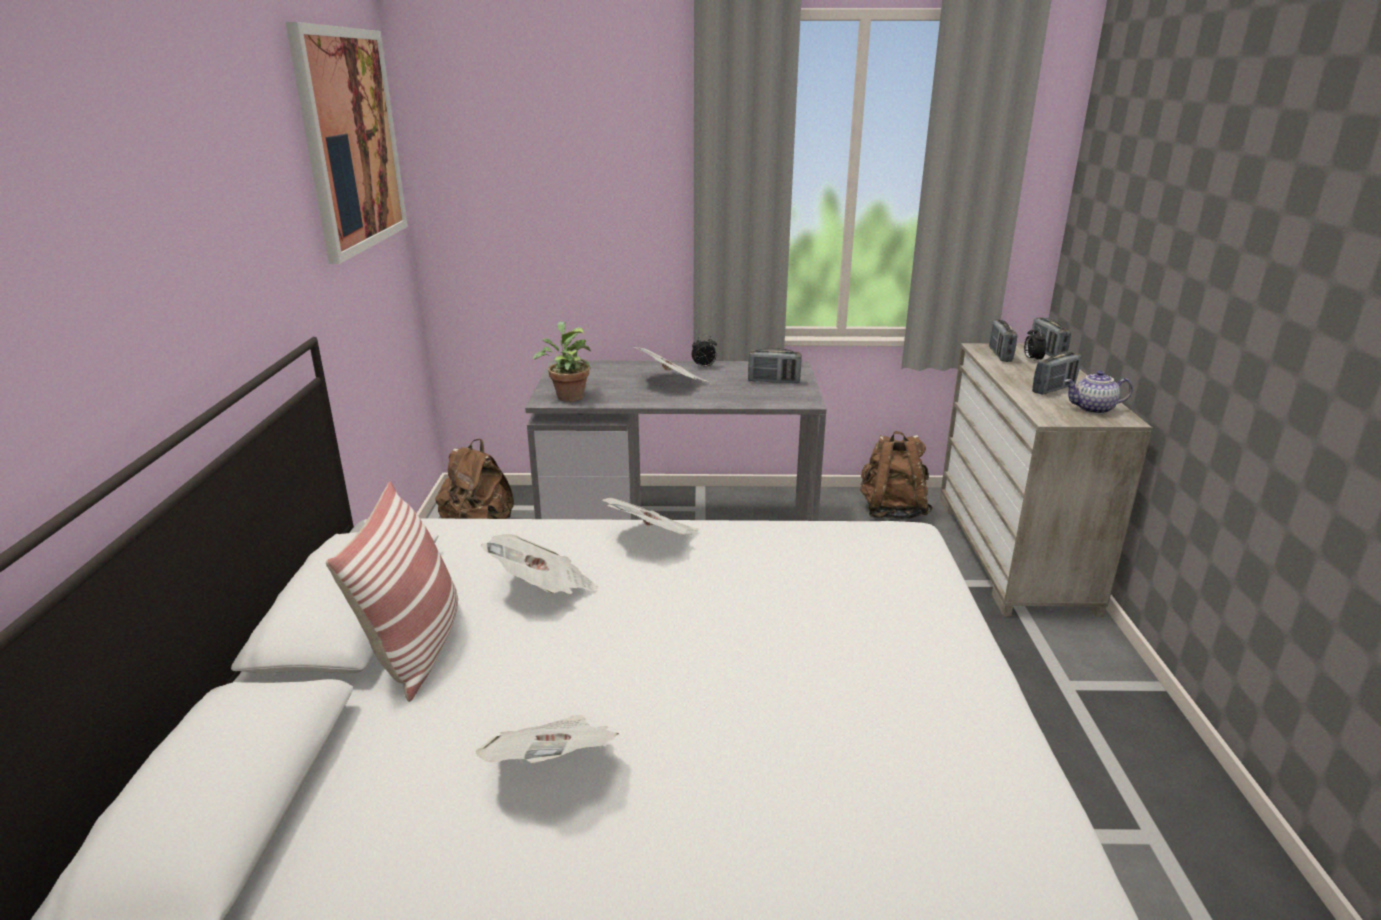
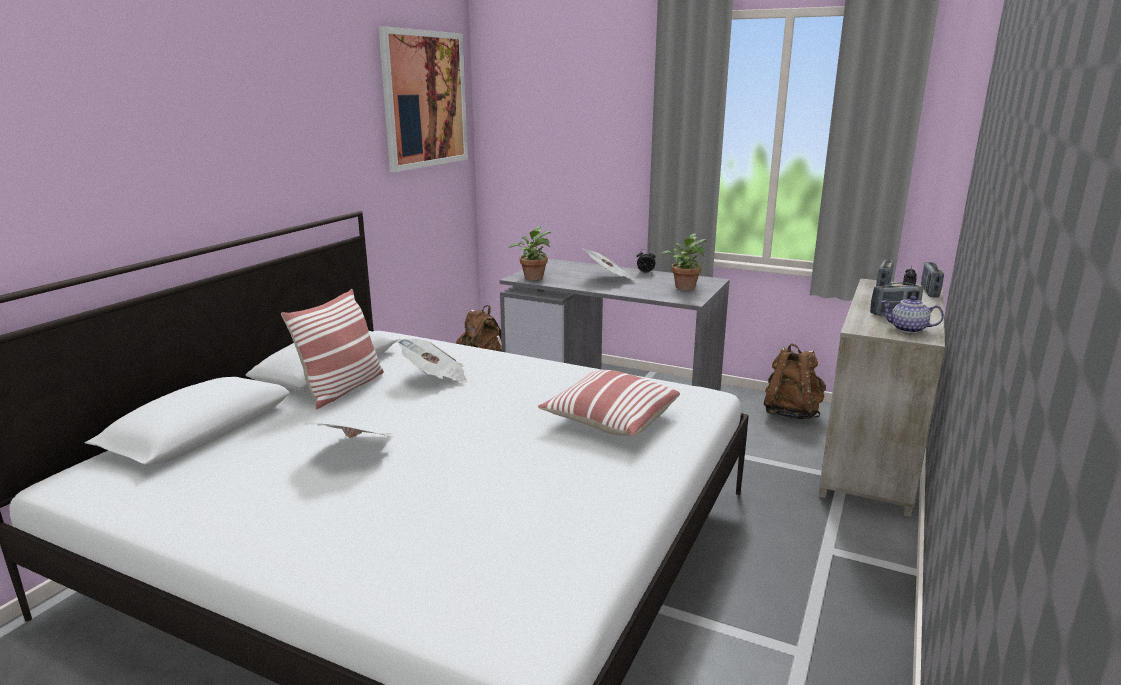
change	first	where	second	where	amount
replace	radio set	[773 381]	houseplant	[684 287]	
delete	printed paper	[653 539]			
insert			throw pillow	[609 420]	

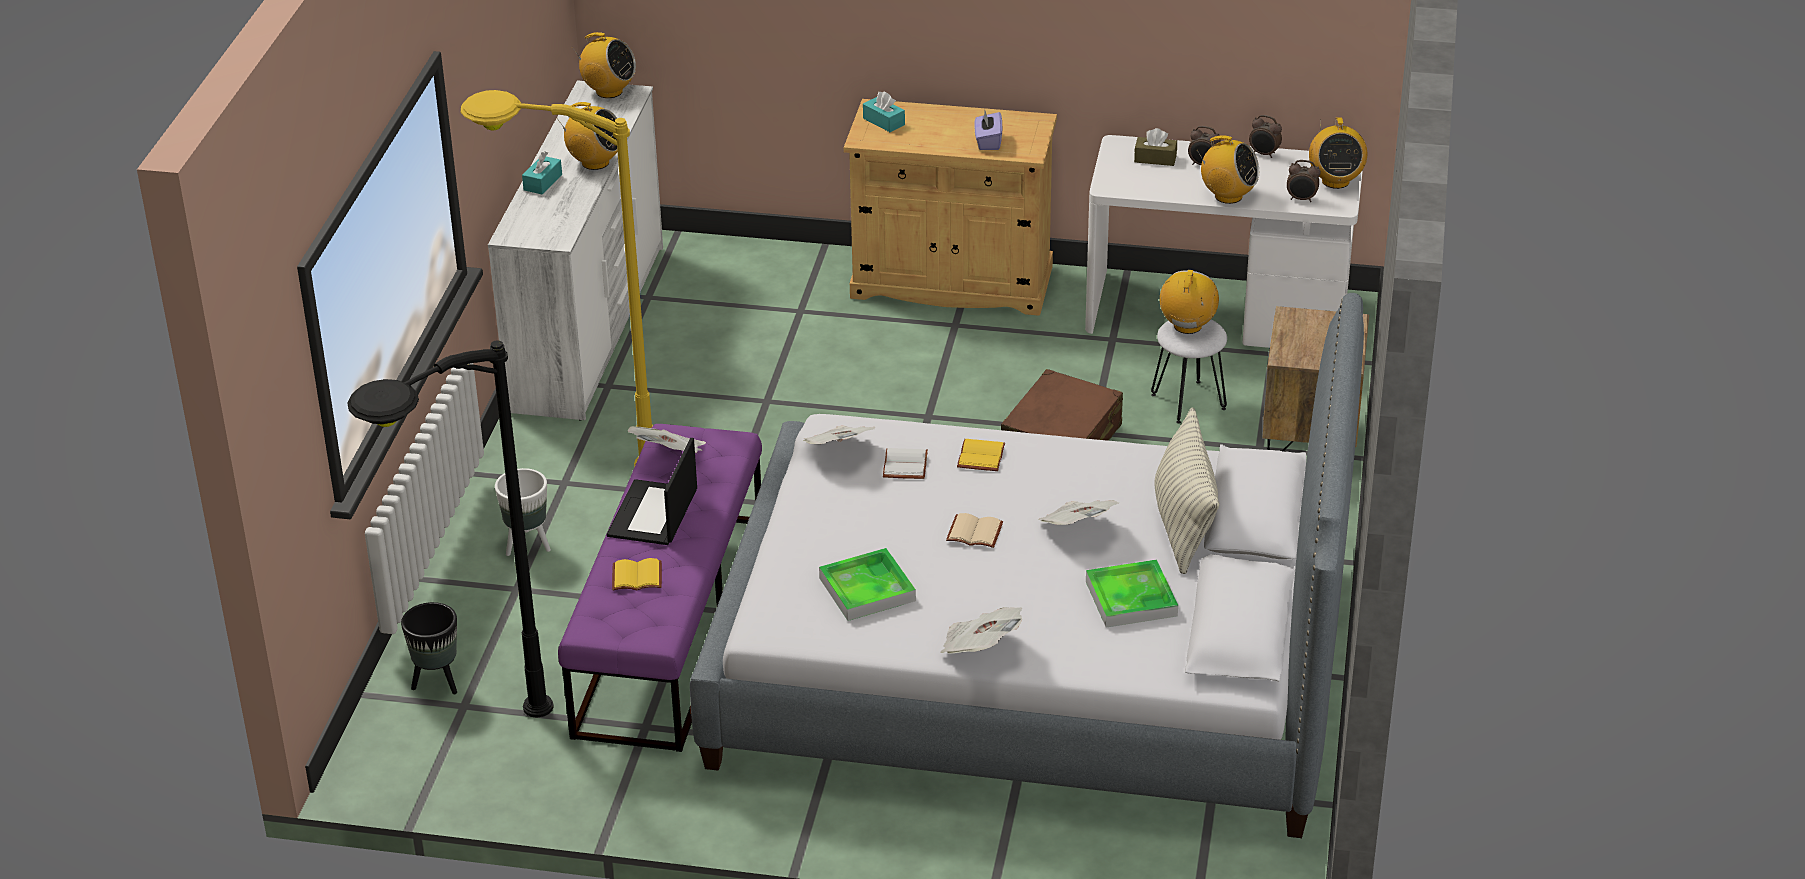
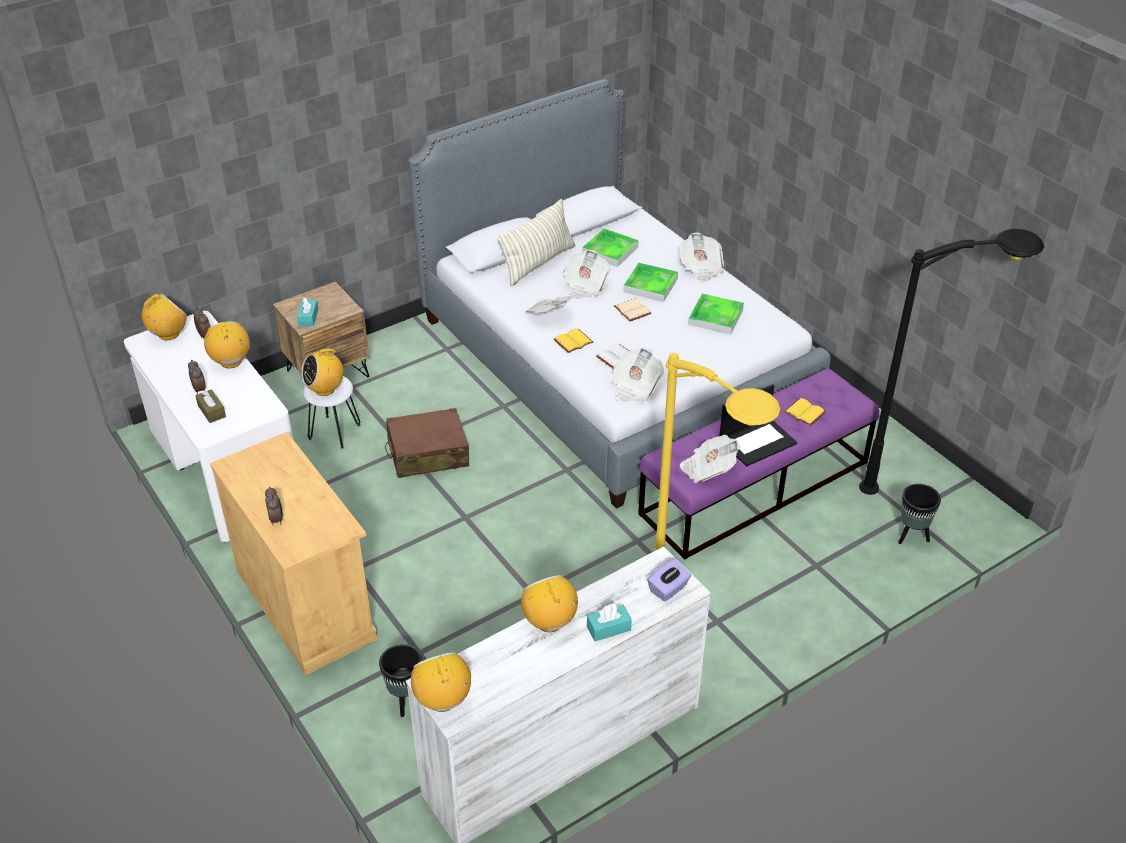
change	first	where	second	where	amount
move	turquoise-coloured box of tissues	[884 122]		[308 317]	
move	purplish box of tissues	[988 142]		[668 589]	
move	bedside clock	[1264 154]		[276 519]	
delete	white flower pot	[527 546]			
insert			carrying tray	[650 285]	
insert			printed paper	[548 314]	
insert			blackish flower pot	[405 700]	

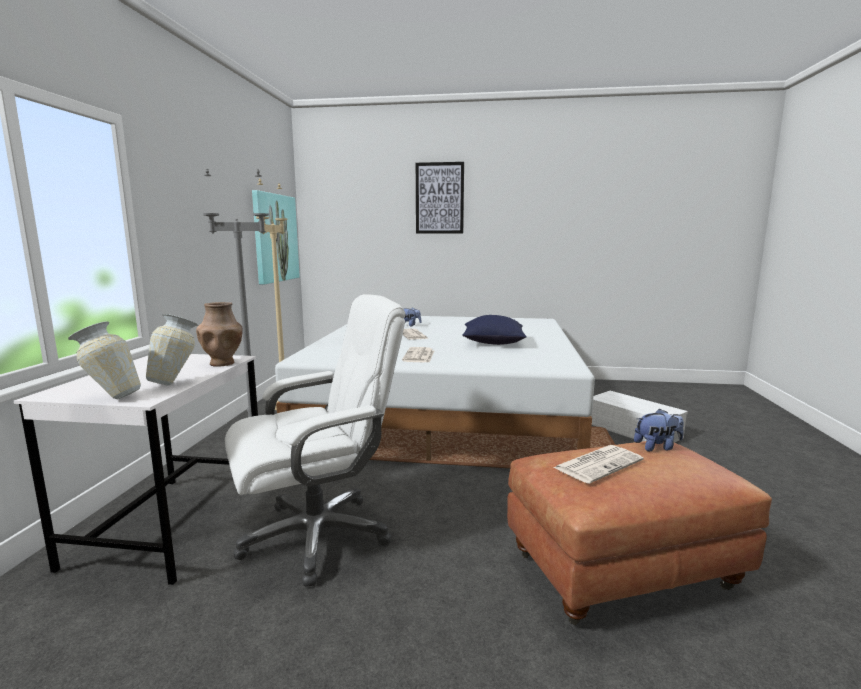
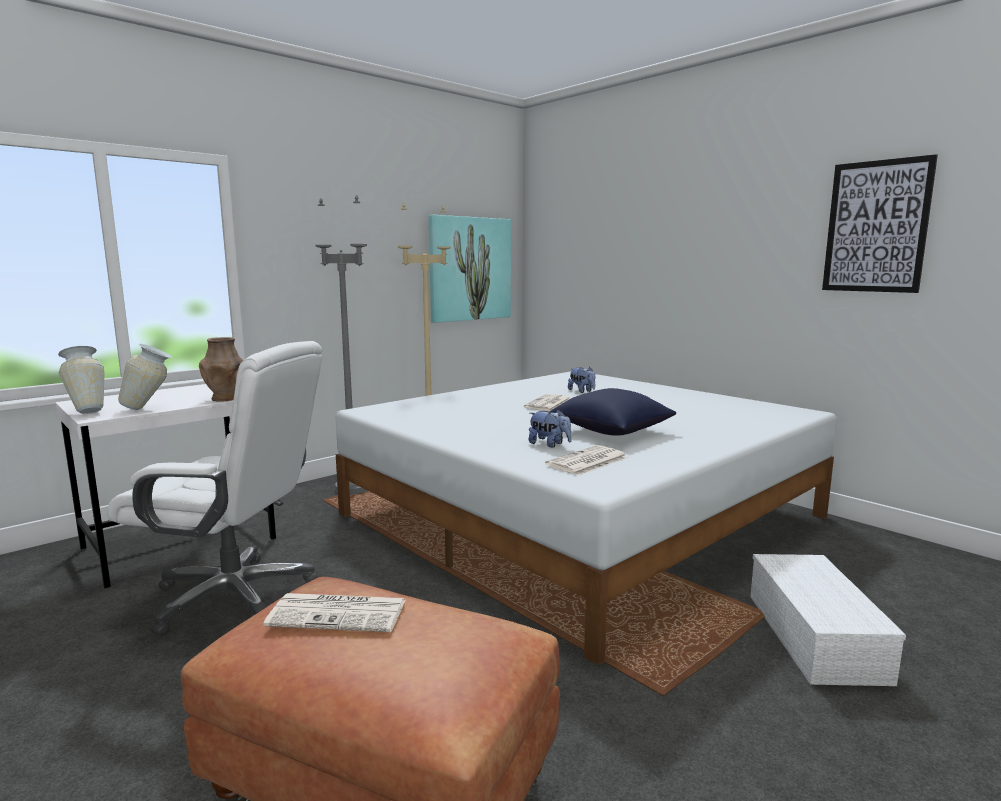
change	first	where	second	where	amount
move	picture	[439 198]		[876 227]	
move	printed paper	[419 356]		[587 462]	
move	cuddly toy	[657 447]		[549 444]	

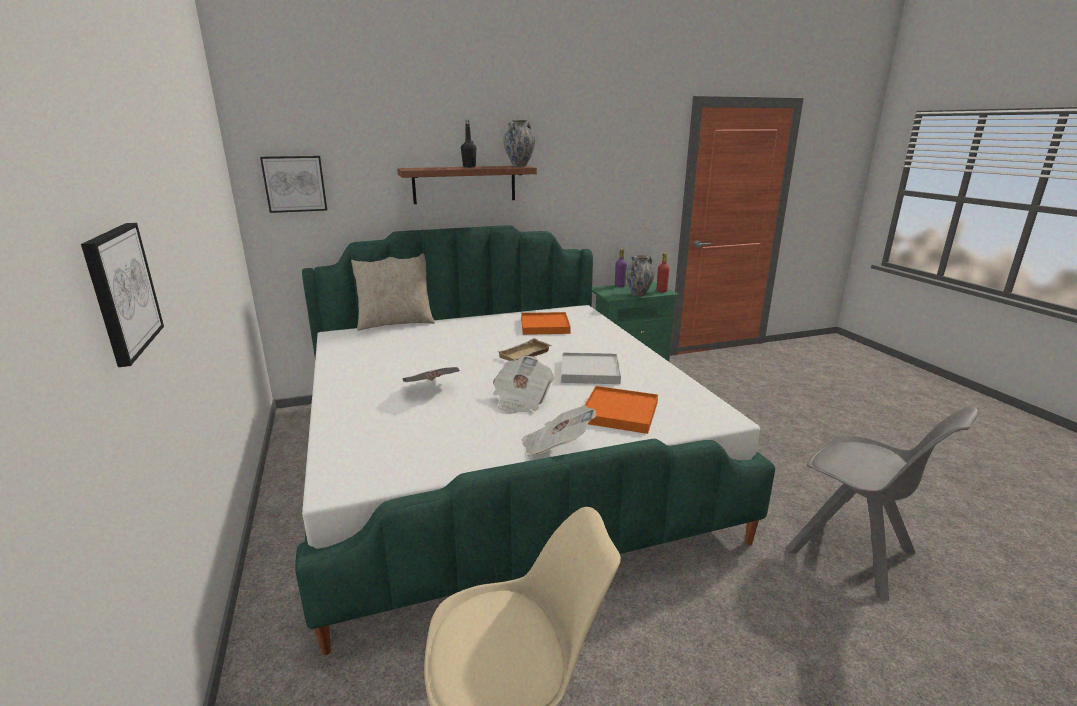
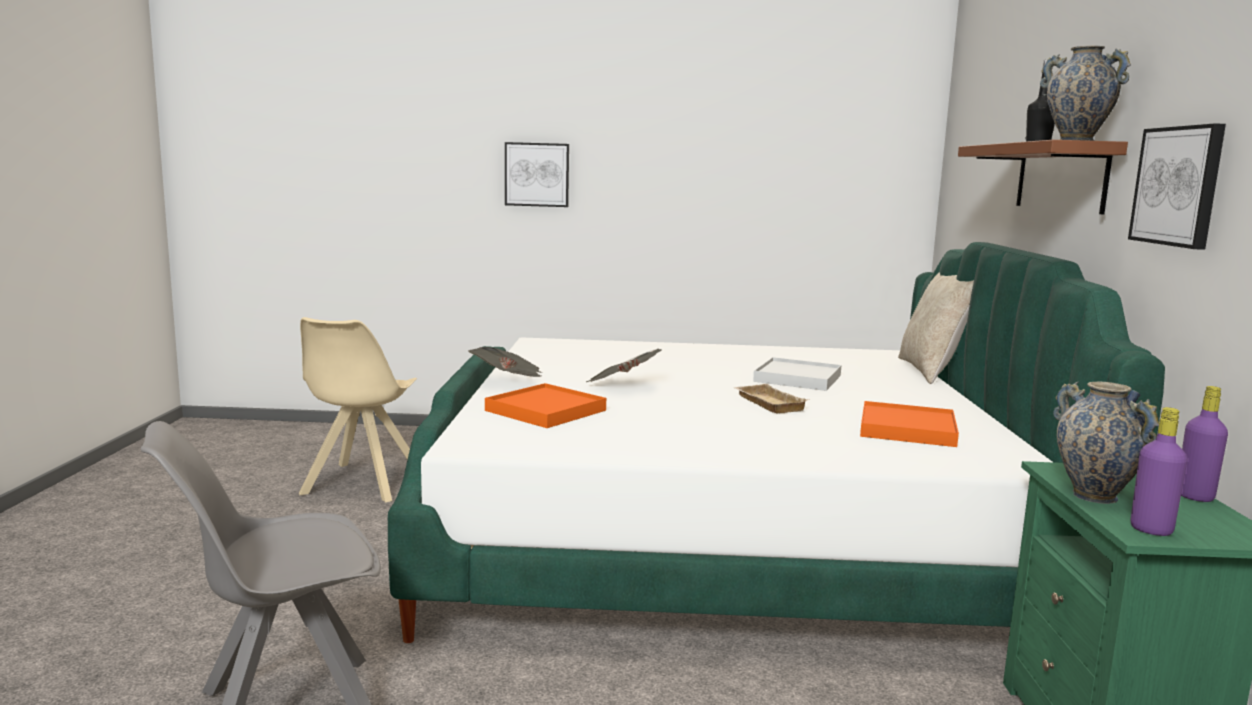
change	first	where	second	where	amount
move	picture	[295 184]		[1178 186]	
recolor	red-coloured drink bottle	[661 291]	purplish drink bottle	[1151 530]	
move	white carrying tray	[589 371]		[797 378]	
delete	printed paper	[431 389]			

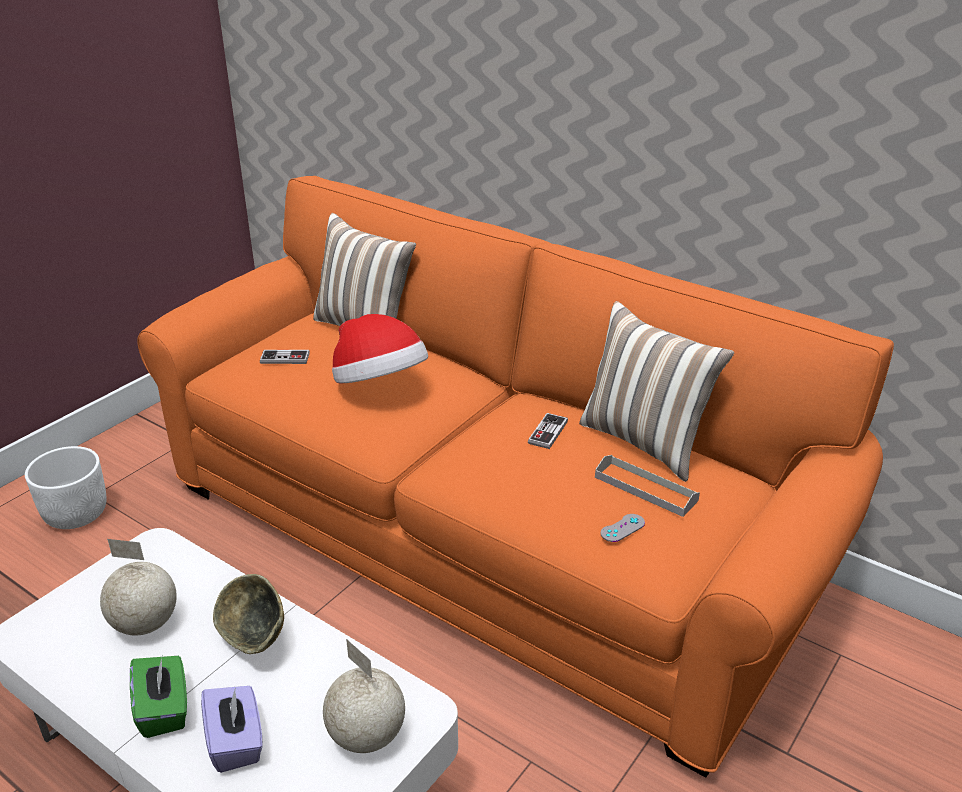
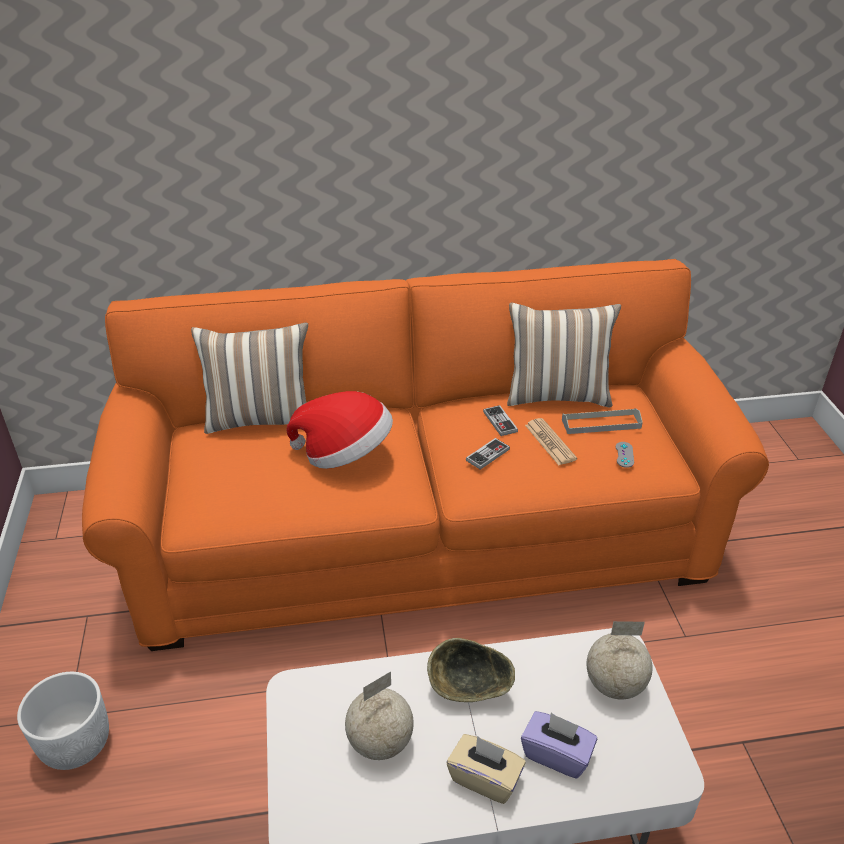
change	first	where	second	where	amount
move	game controller	[285 358]		[487 455]	
recolor	green-coloured box of tissues	[164 710]	beige-coloured box of tissues	[485 778]	
insert			printed paper	[550 442]	

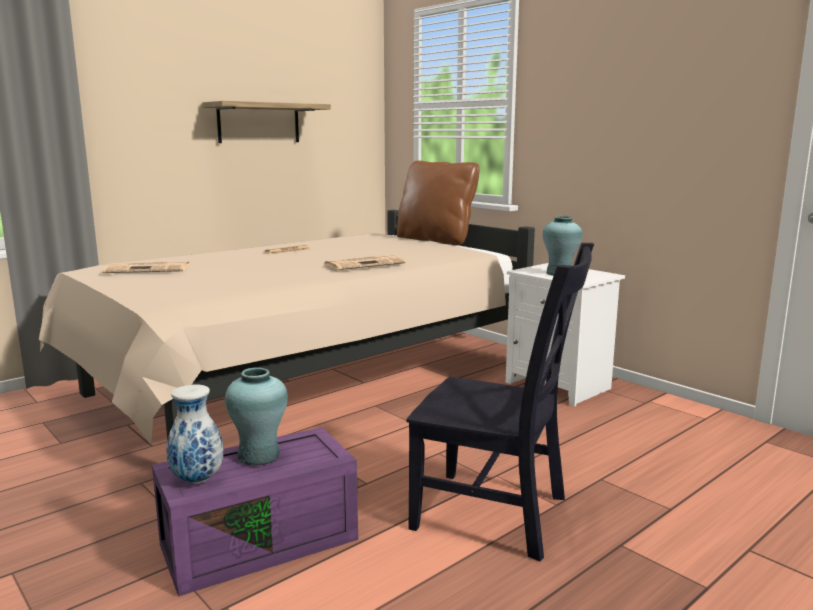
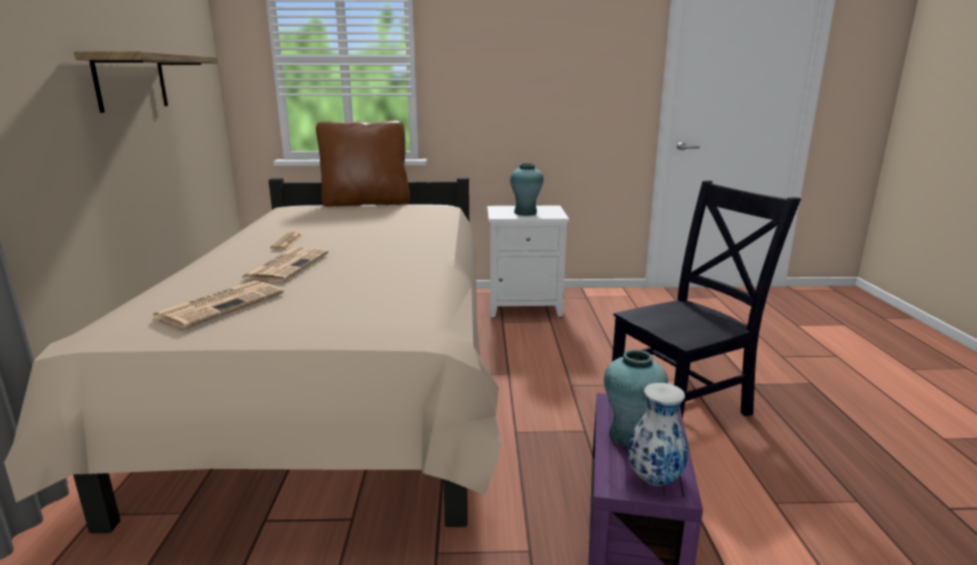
change	first	where	second	where	amount
move	printed paper	[365 264]		[286 266]	

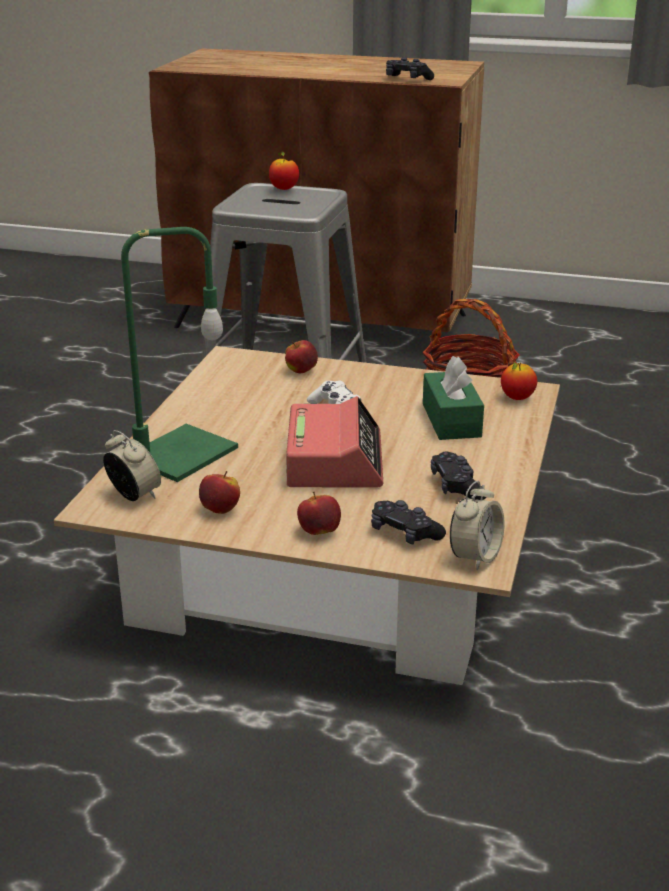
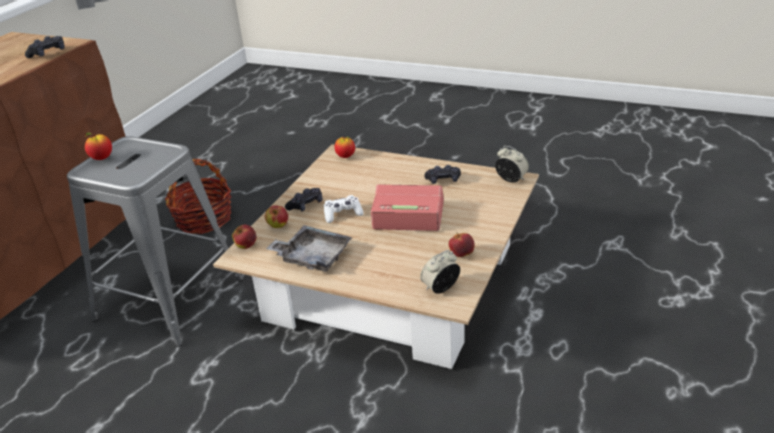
change	first	where	second	where	amount
delete	green-coloured tabletop lamp	[181 455]			
delete	green-coloured box of tissues	[451 420]			
move	apple fruit	[319 532]		[246 246]	
move	blackish game controller	[405 533]		[306 205]	
insert			greyish carrying tray	[312 257]	

